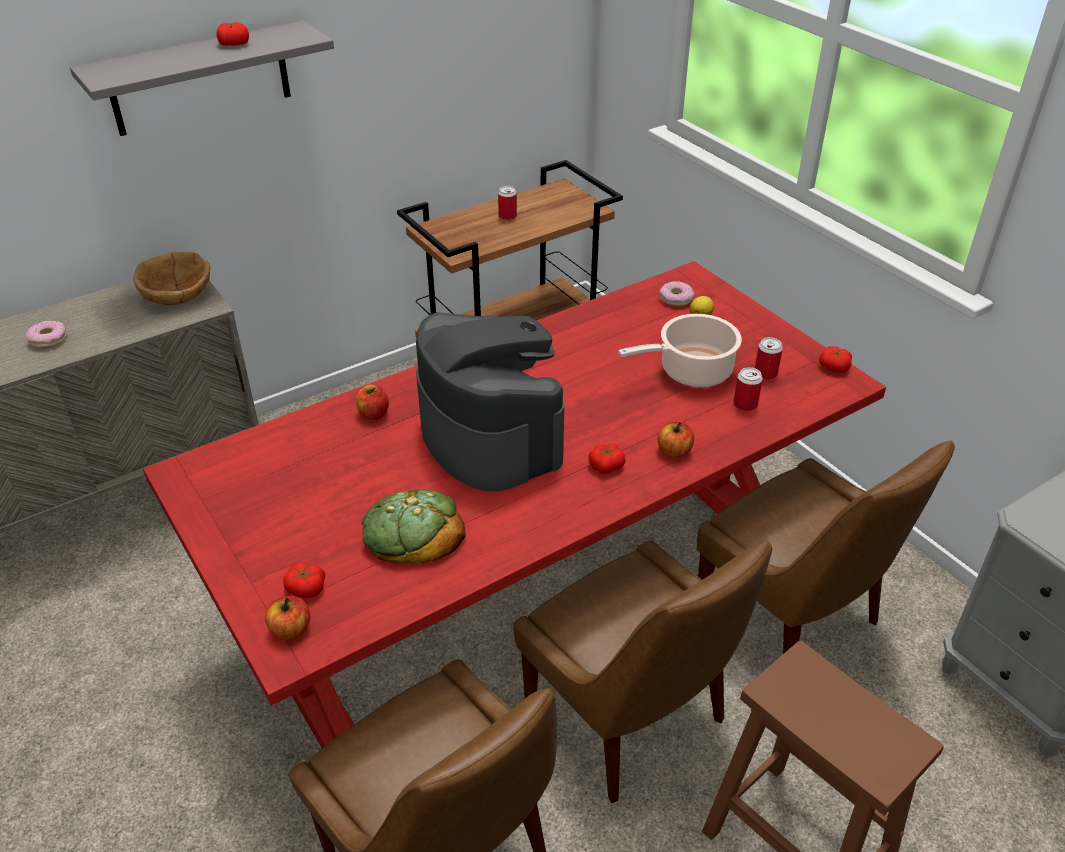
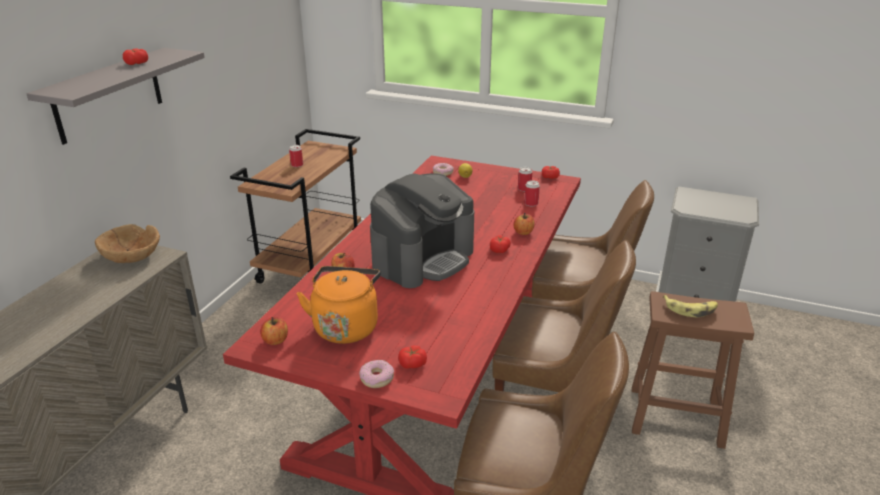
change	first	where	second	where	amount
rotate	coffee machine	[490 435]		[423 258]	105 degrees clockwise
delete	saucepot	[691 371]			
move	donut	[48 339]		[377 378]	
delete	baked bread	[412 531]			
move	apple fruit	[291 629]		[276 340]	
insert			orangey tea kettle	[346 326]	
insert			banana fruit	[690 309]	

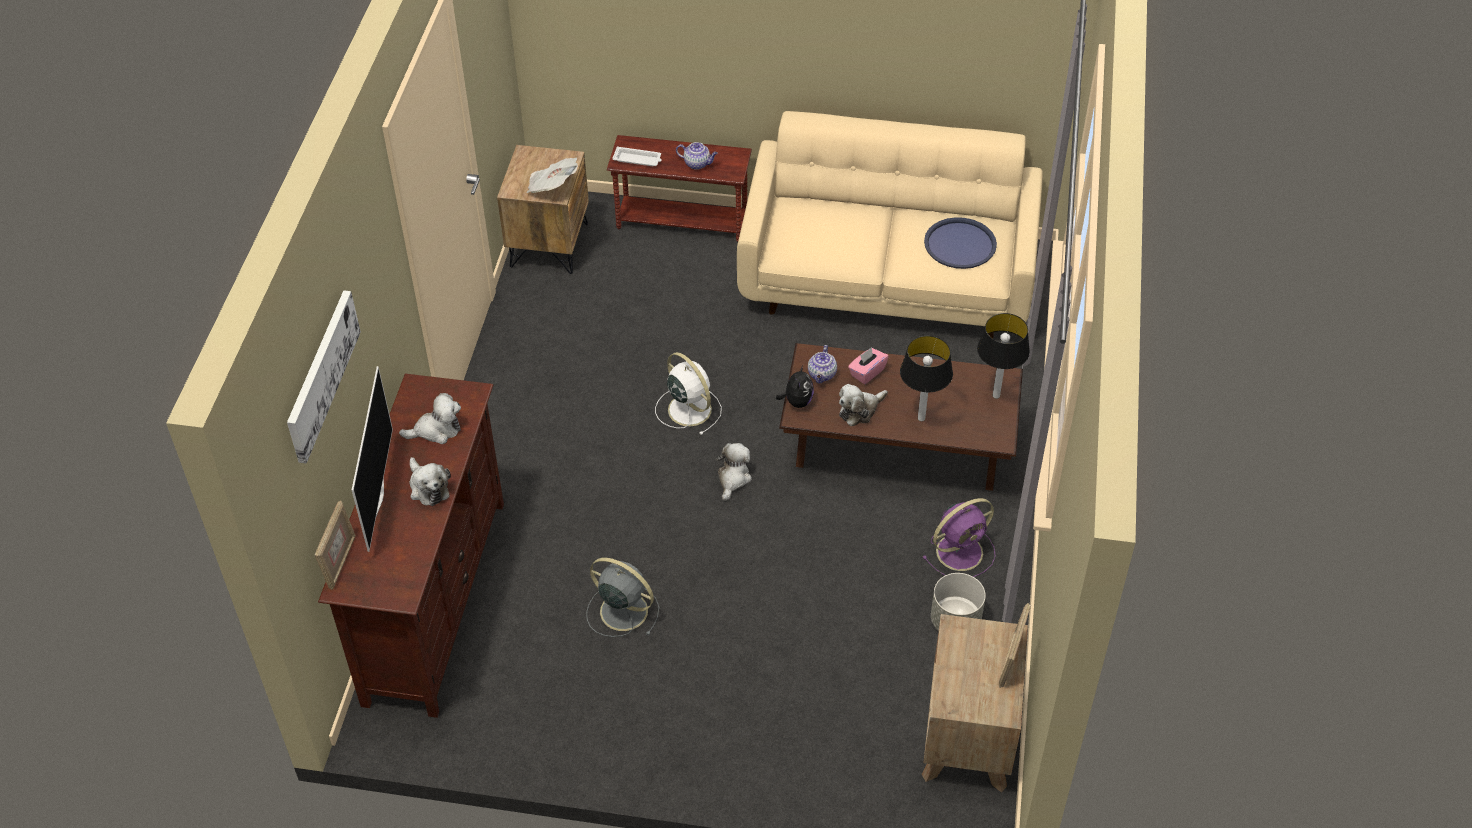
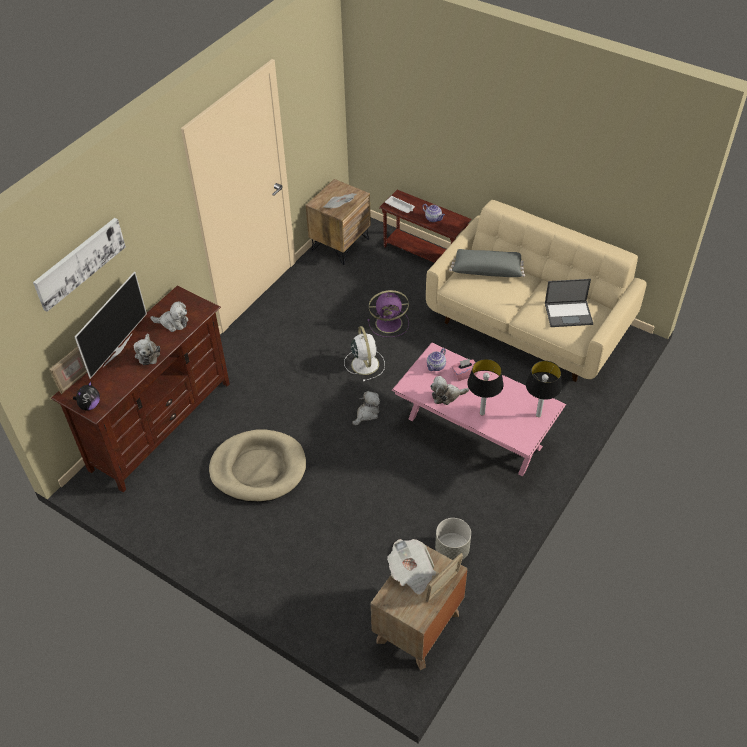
change	first	where	second	where	amount
replace	bluish carrying tray	[960 244]	laptop	[569 313]	
recolor	brown-coloured coffee table	[897 453]	pink-coloured coffee table	[475 432]	
move	cuddly toy	[797 401]		[90 405]	
move	purplish fan	[961 551]		[390 323]	
replace	greyish fan	[621 610]	beige-coloured dog bed	[258 468]	
insert			greyish throw pillow	[487 269]	
insert			printed paper	[411 573]	

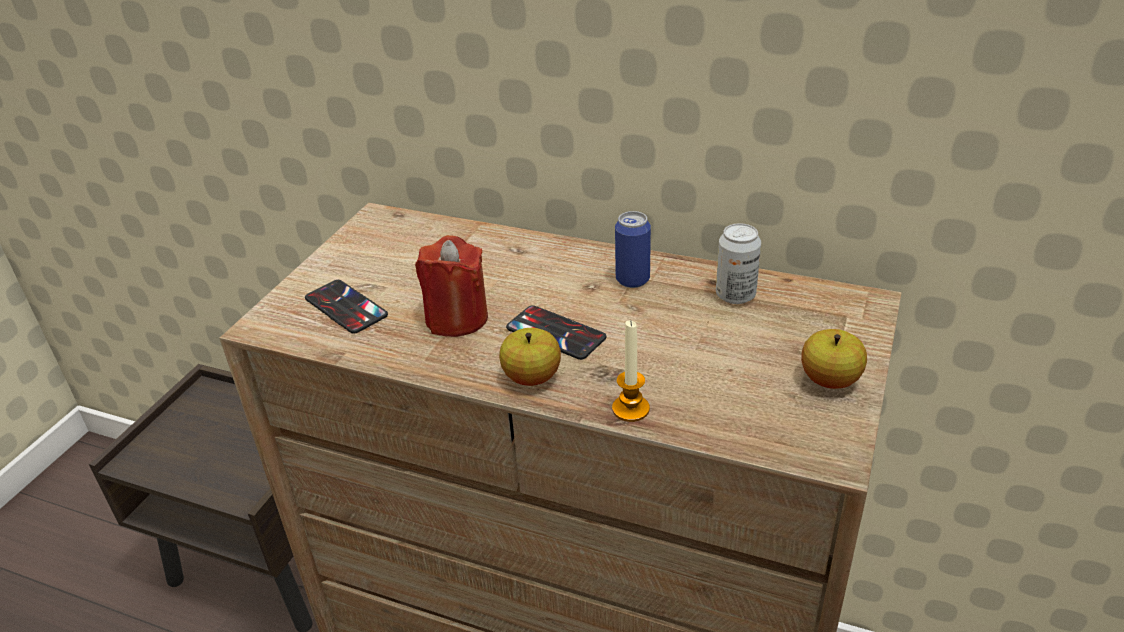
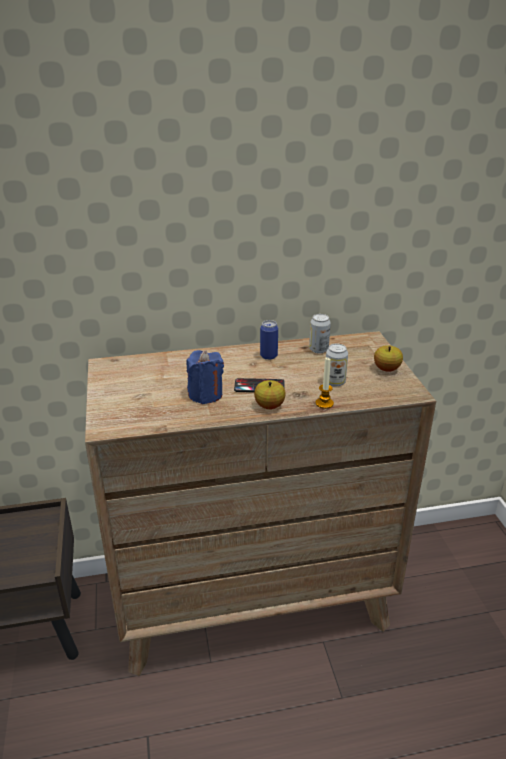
change	first	where	second	where	amount
recolor	red-coloured wax light	[457 318]	bluish wax light	[205 394]	
delete	phone	[345 307]			
insert			sealed can	[334 382]	

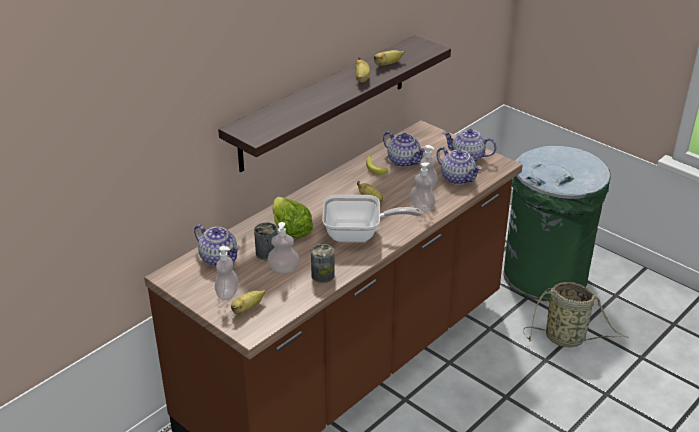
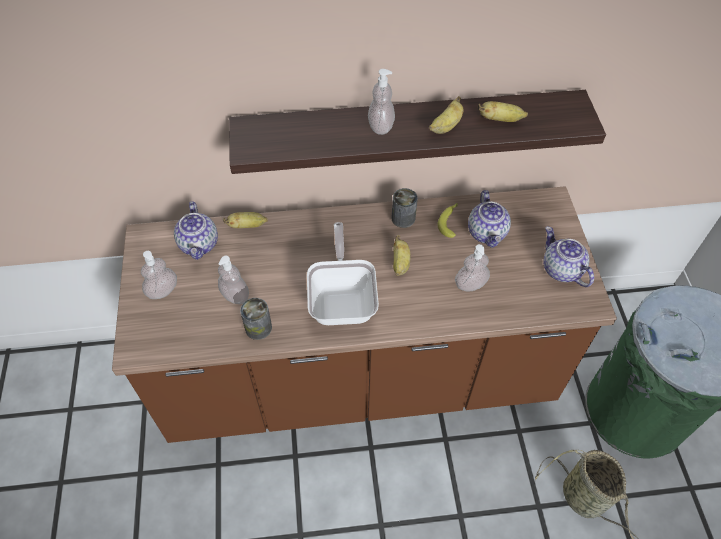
change	first	where	second	where	amount
delete	pot for tea	[458 178]			
move	liquid soap bottle	[422 207]		[381 126]	
rotate	skillet	[359 234]		[343 299]	135 degrees counterclockwise
delete	lettuce	[290 229]			
move	sealed can	[267 253]		[403 218]	
move	banana fruit	[247 308]		[247 226]	

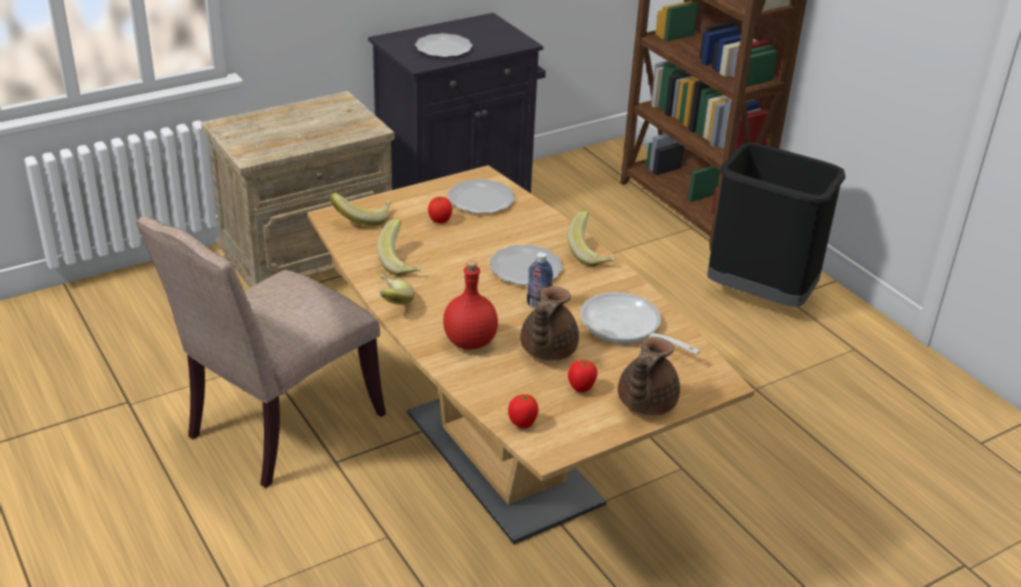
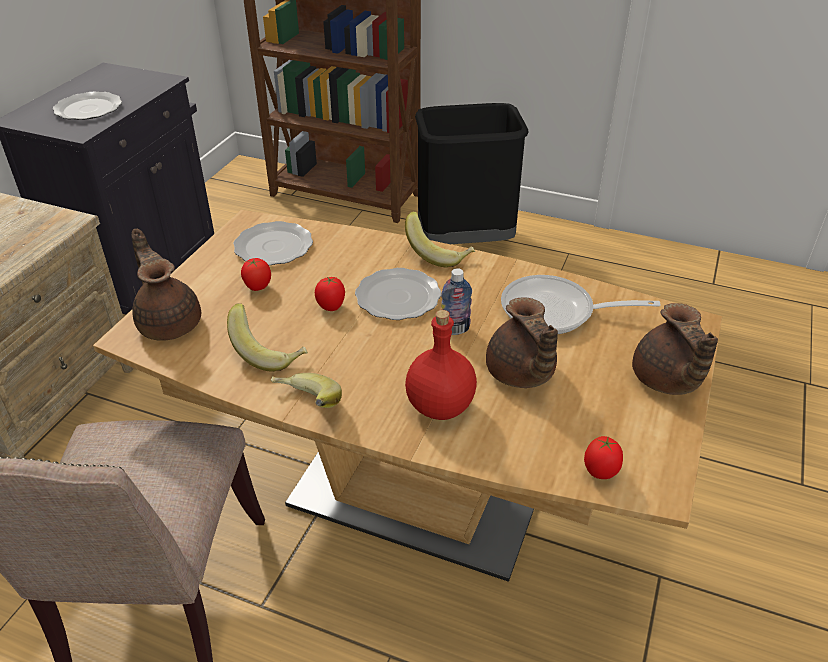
change	first	where	second	where	amount
replace	banana fruit	[363 219]	brown-coloured pot for tea	[170 322]	
move	fresh tomato	[581 389]		[331 307]	

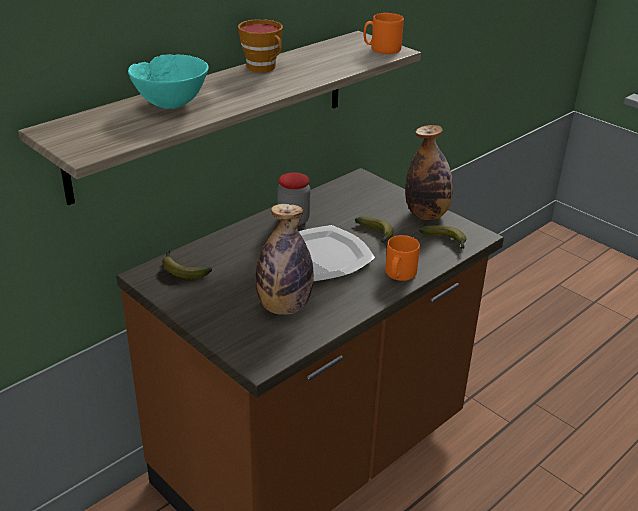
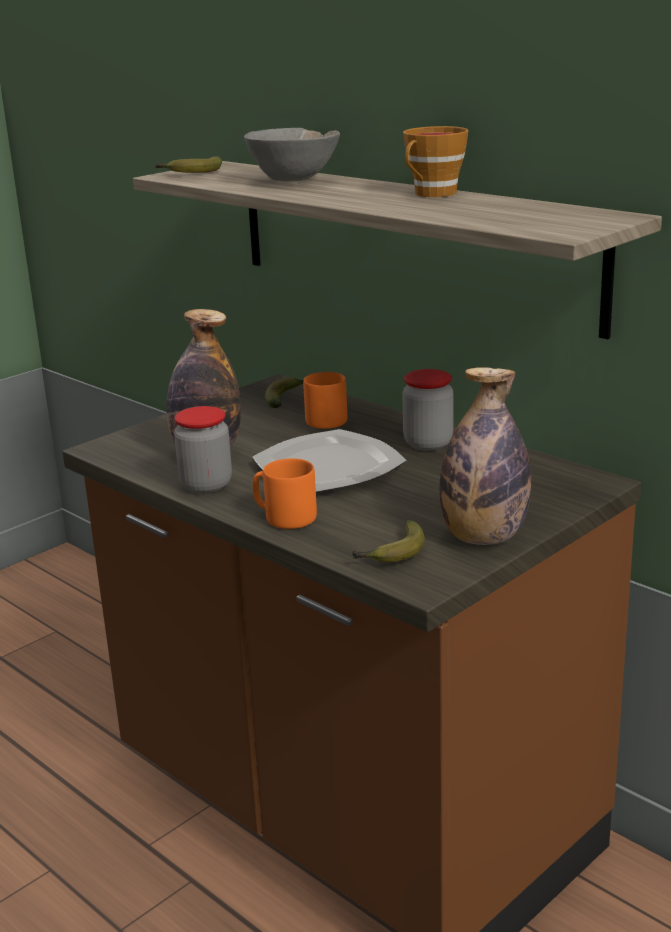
change	first	where	second	where	amount
move	orangey tea mug	[381 49]		[326 419]	
recolor	turquoise-coloured bowl	[171 104]	greyish bowl	[294 181]	
move	banana fruit	[376 234]		[190 173]	
insert			storage jar	[206 485]	

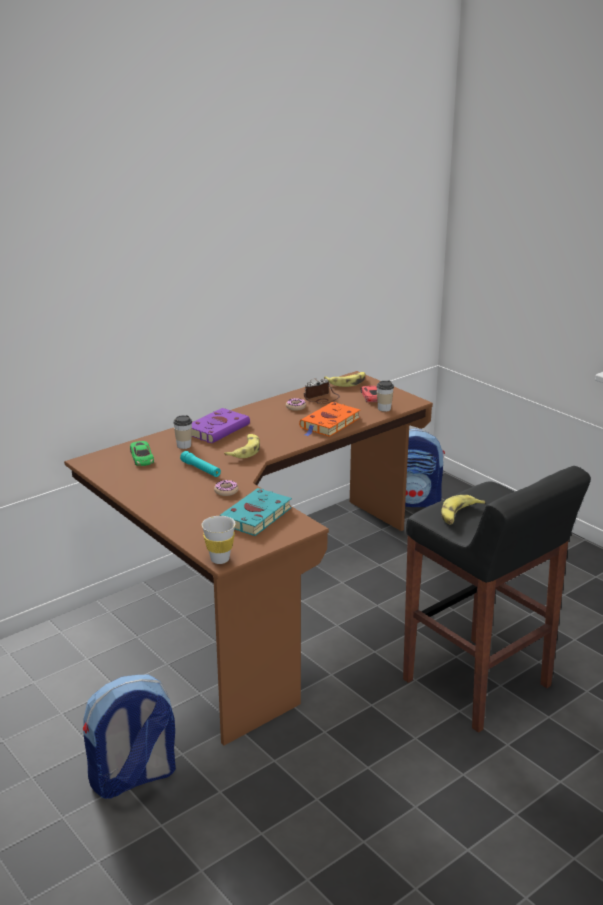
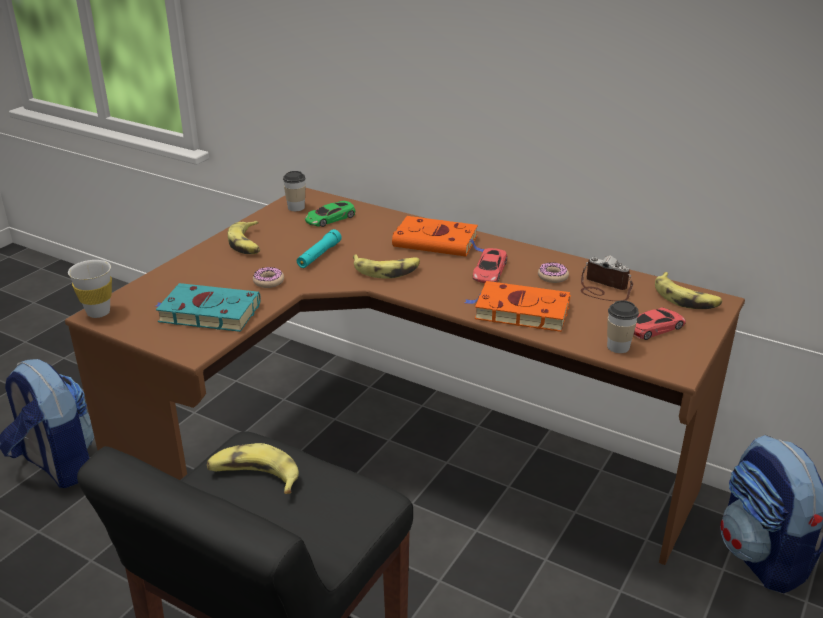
change	first	where	second	where	amount
recolor	purplish book	[219 429]	orangey book	[438 242]	
move	small cup	[184 445]		[296 207]	
insert			banana fruit	[247 244]	
insert			red-coloured miniature car	[489 271]	

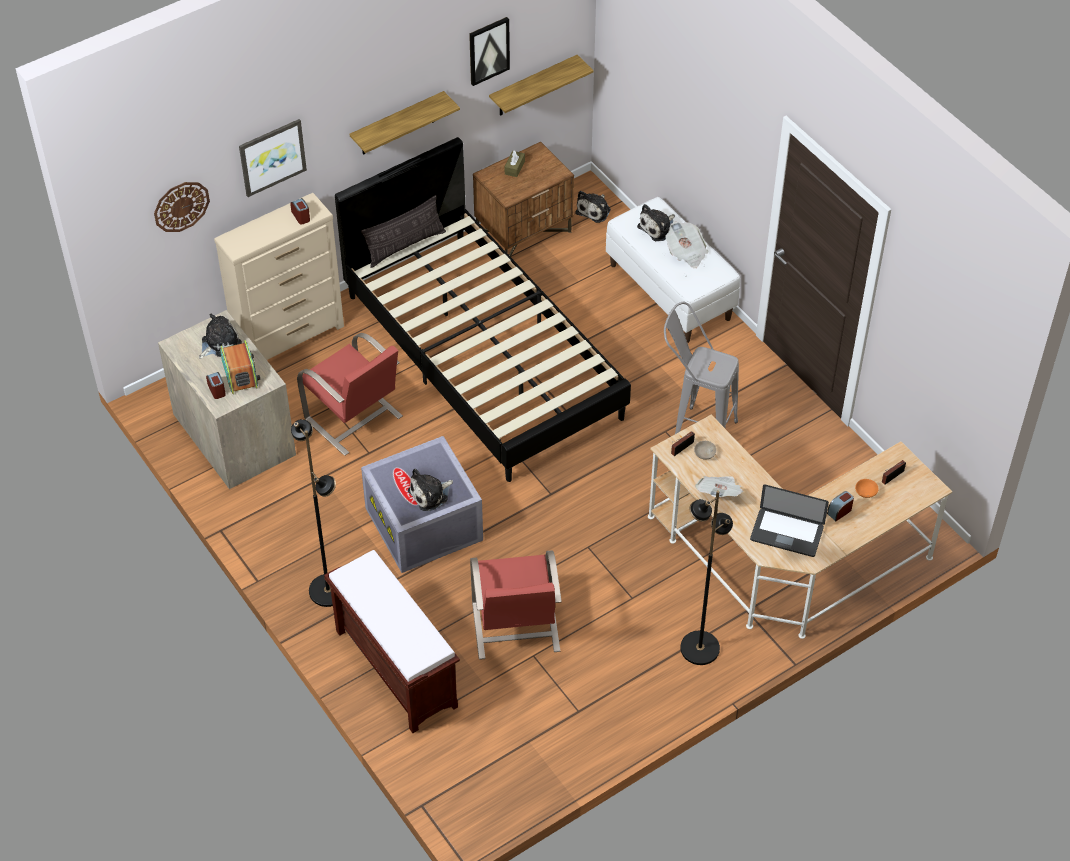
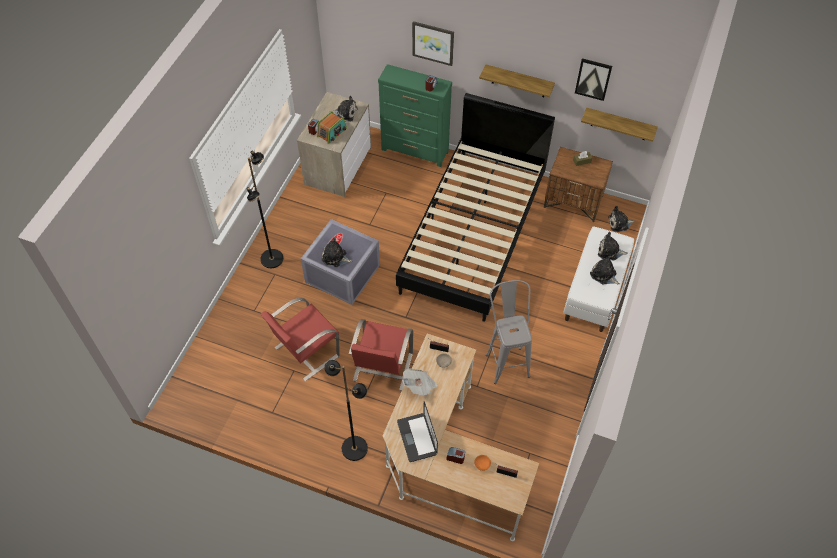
change	first	where	second	where	amount
delete	clock on the wall	[181 206]			
recolor	beige-coloured drawer chest	[290 337]	green-coloured drawer chest	[415 151]	
delete	throw pillow	[405 246]			
replace	printed paper	[686 253]	cuddly toy	[604 275]	
move	red-coloured chair	[354 419]		[382 368]	
delete	brown-coloured indoor bench	[394 668]			

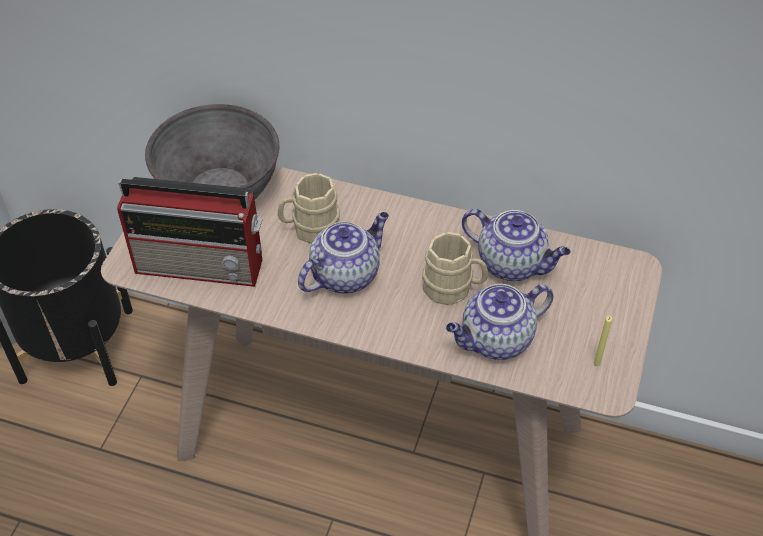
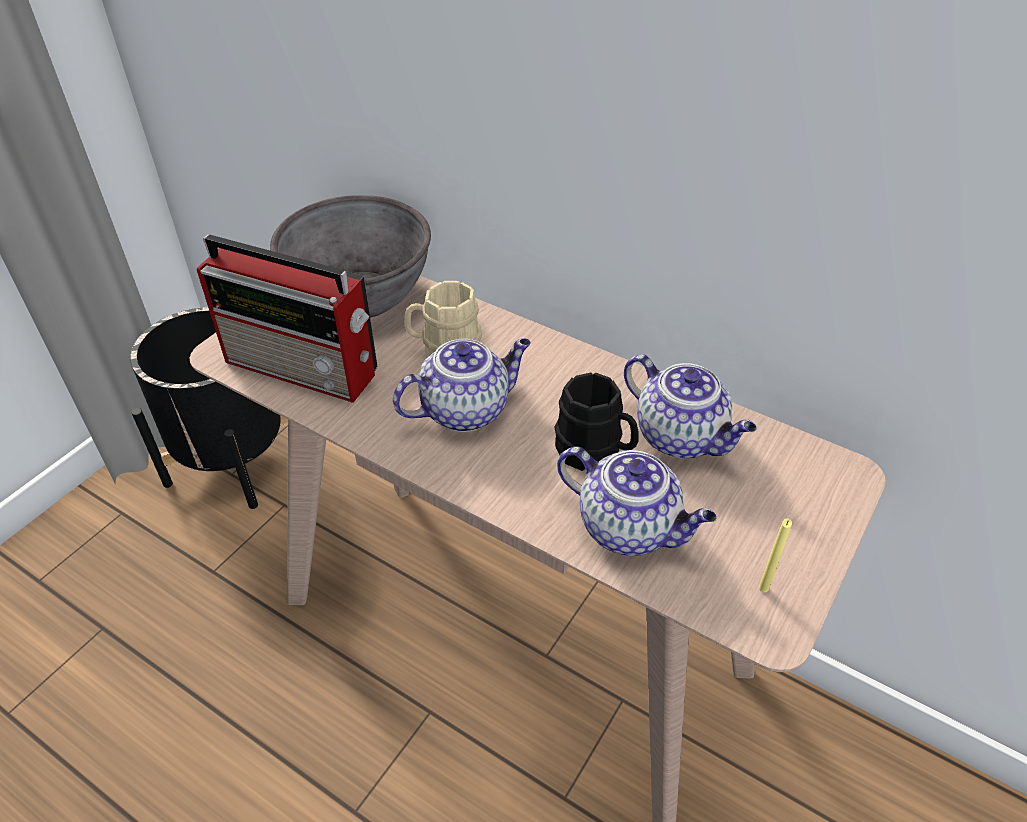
change	first	where	second	where	amount
recolor	beige-coloured tea mug	[453 289]	blackish tea mug	[595 452]	
rotate	pot for tea	[495 340]		[630 528]	135 degrees counterclockwise

